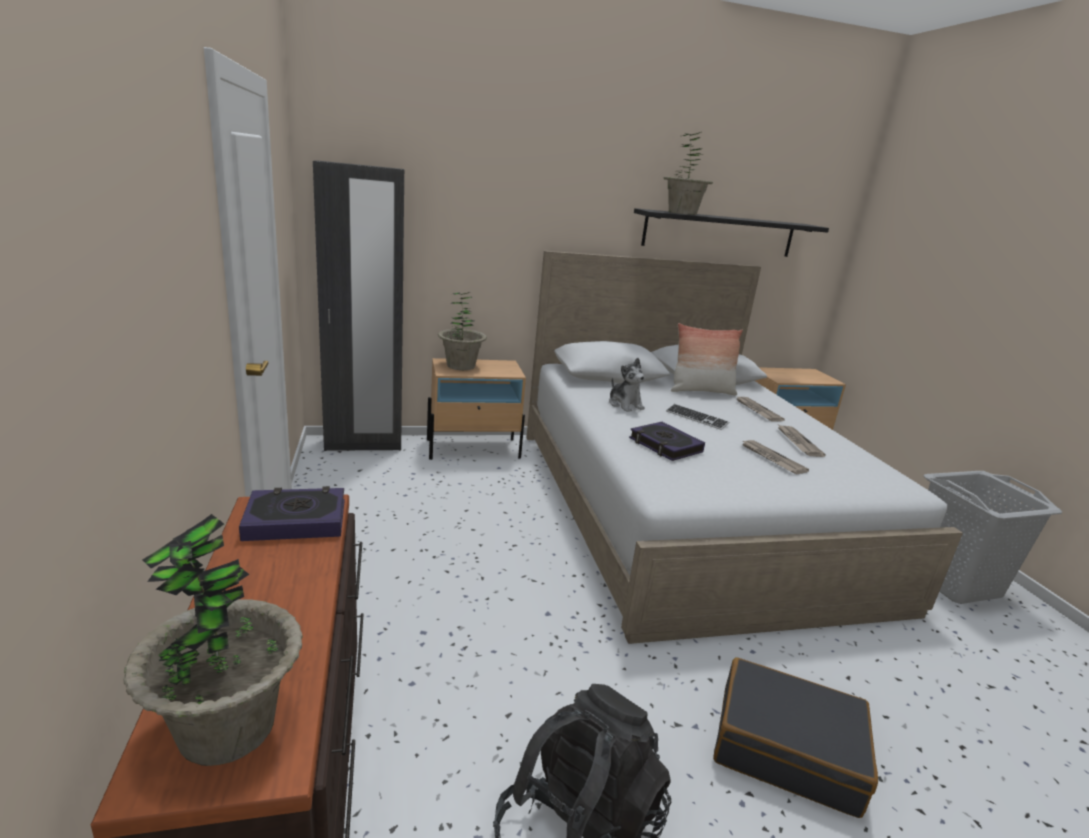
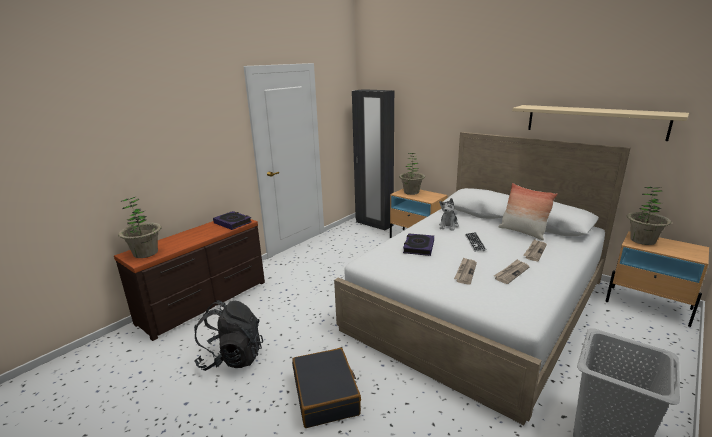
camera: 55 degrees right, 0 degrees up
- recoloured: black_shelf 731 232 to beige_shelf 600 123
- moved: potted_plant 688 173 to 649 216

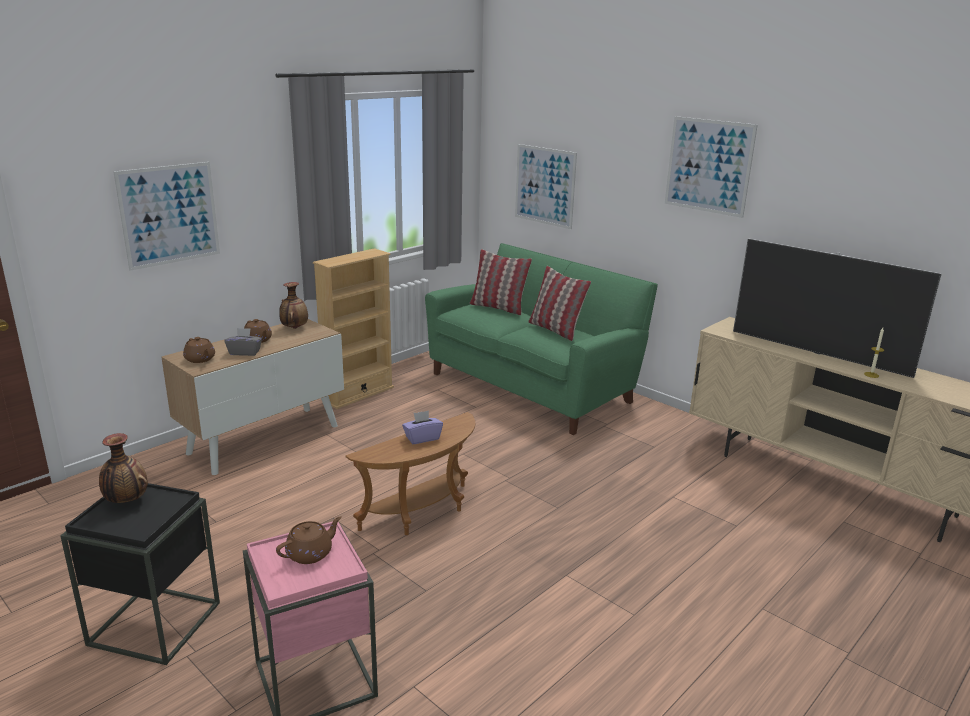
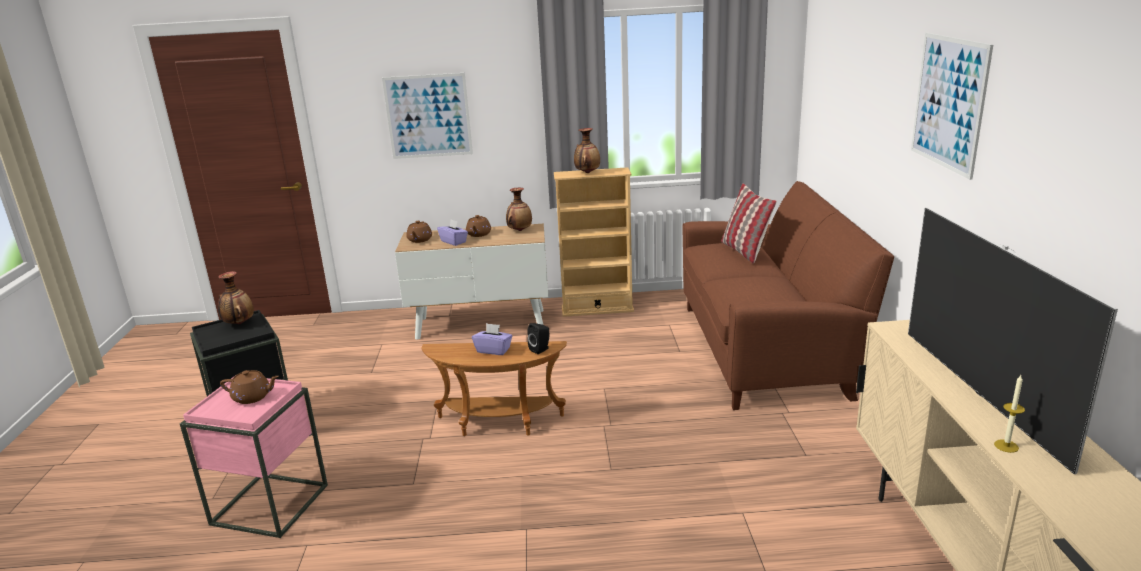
camera: 45 degrees right, 0 degrees up
- recoloured: grey_tissue_box 243 342 to purple_tissue_box 452 233
- recoloured: green_sofa 541 339 to brown_sofa 788 295
- removed: picture 546 186
- removed: pillow 559 303
- added: black_speaker 538 338
- added: vase 587 150

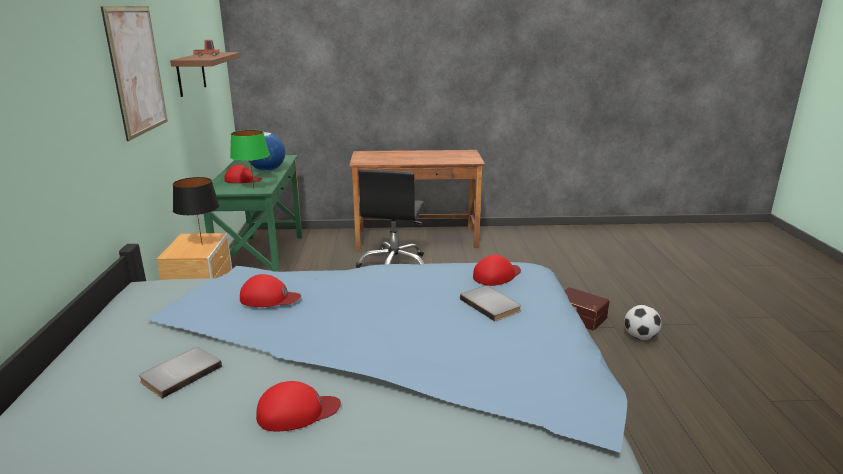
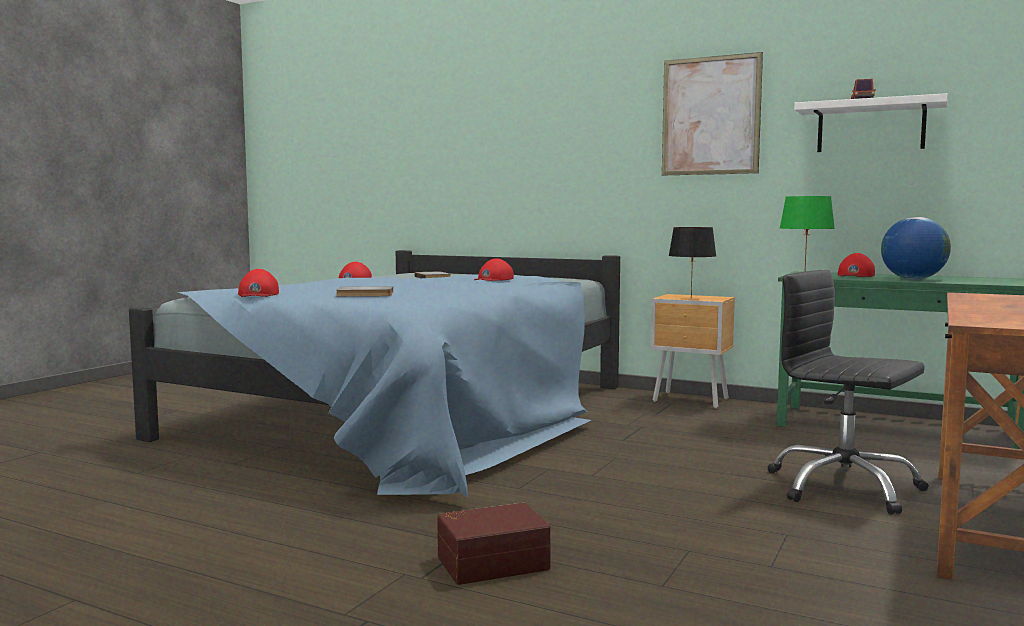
camera: 120 degrees right, 15 degrees down
- recoloured: brown_shelf 205 74 to white_shelf 871 122
- moved: red_cap 497 270 to 258 283
- removed: football 643 322

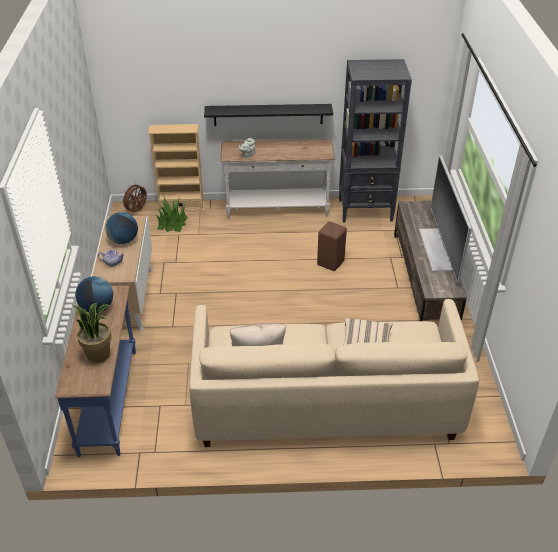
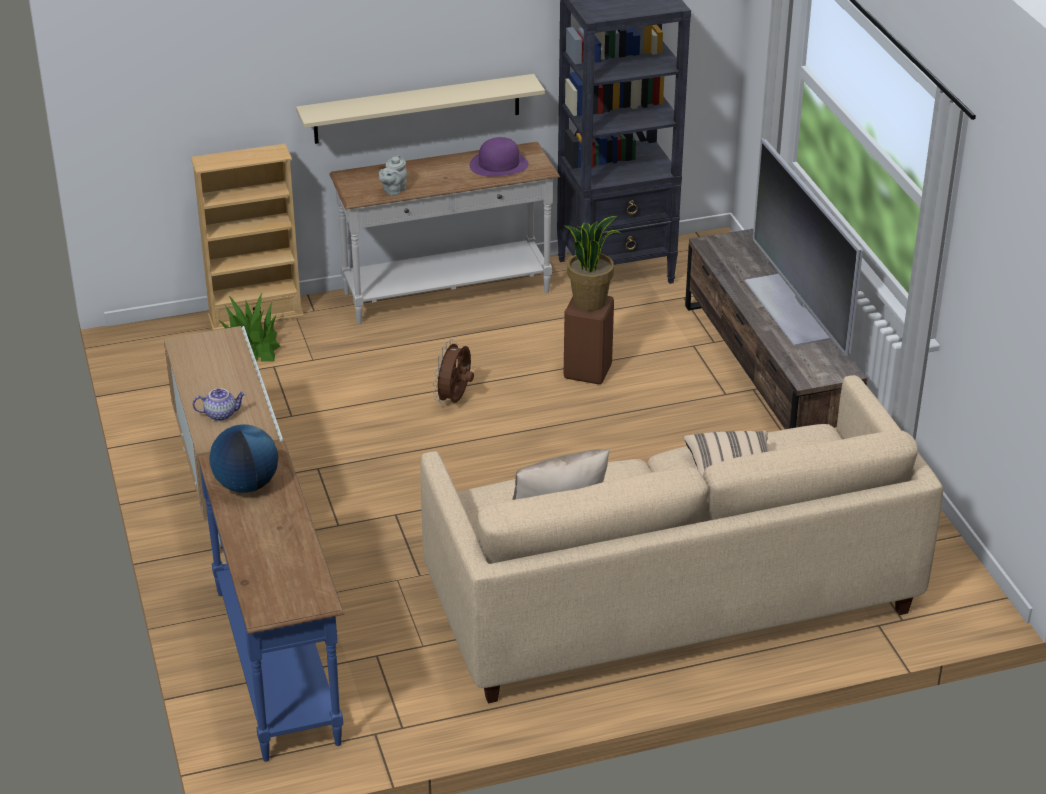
camera: 15 degrees left, 5 degrees down
- moved: potted_plant 92 333 to 592 263
- removed: globe 121 228
- moved: brown_fan 134 197 to 453 371
- recoloured: black_shelf 268 115 to beige_shelf 420 109
- added: purple_hat 498 156

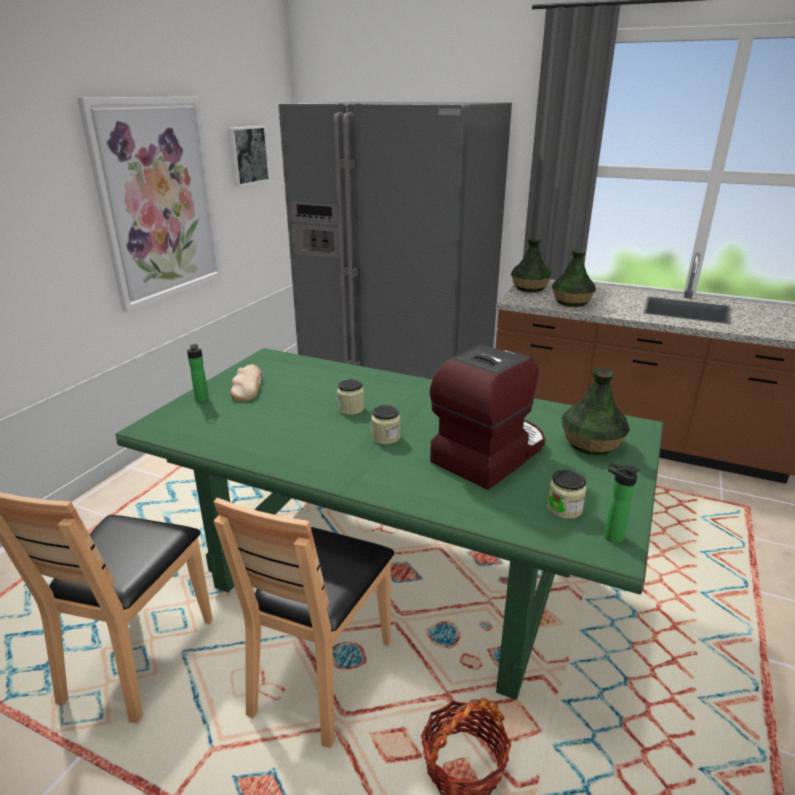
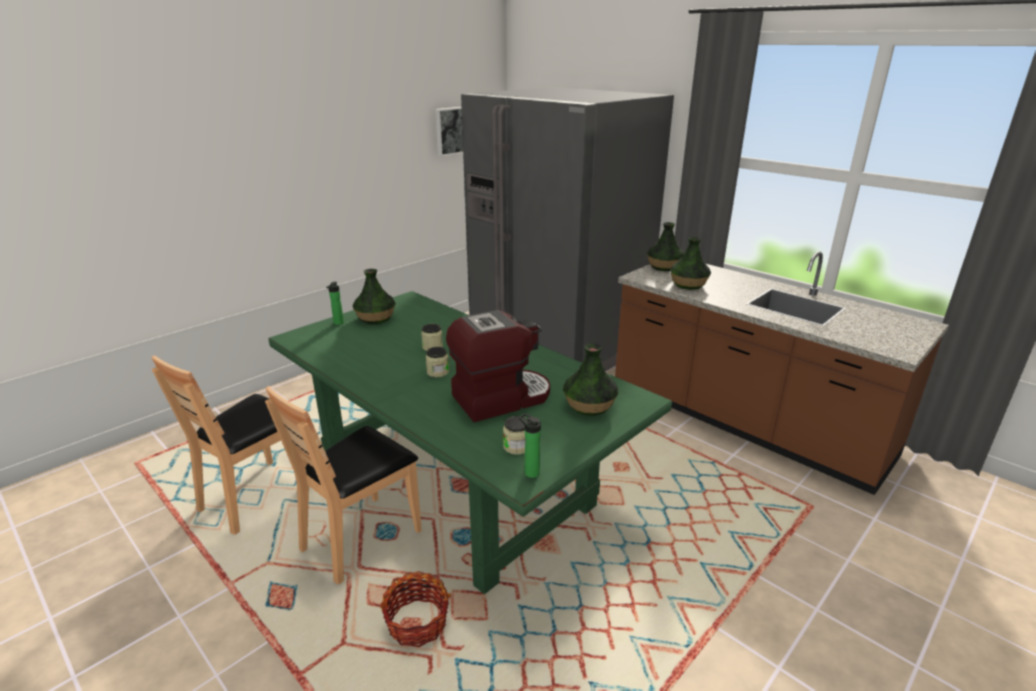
camera: 20 degrees right, 0 degrees up
- removed: picture 149 204
- replaced: bread 246 382 to vase 374 296

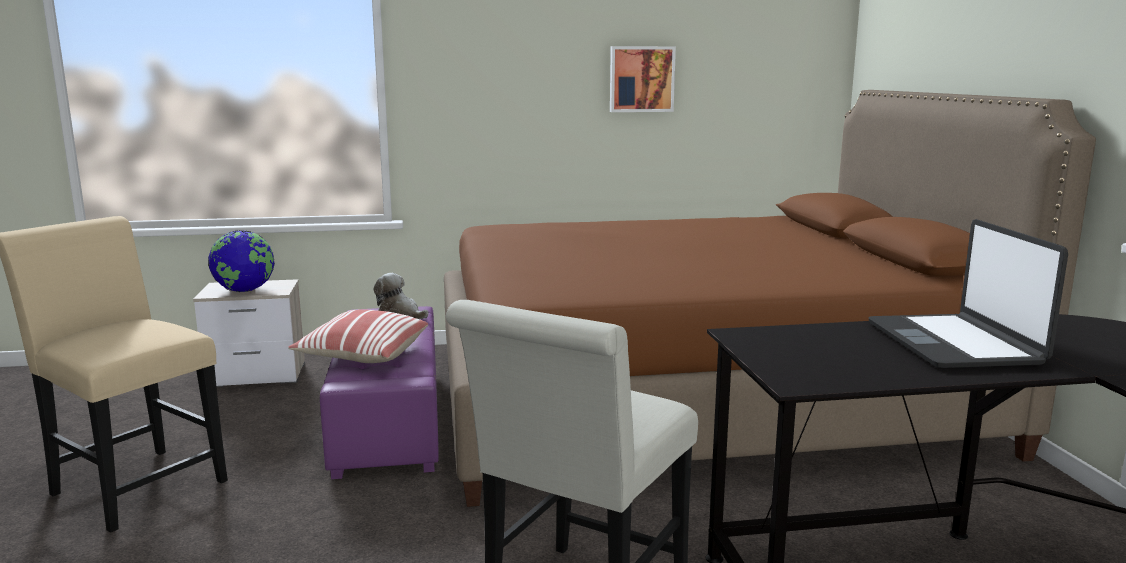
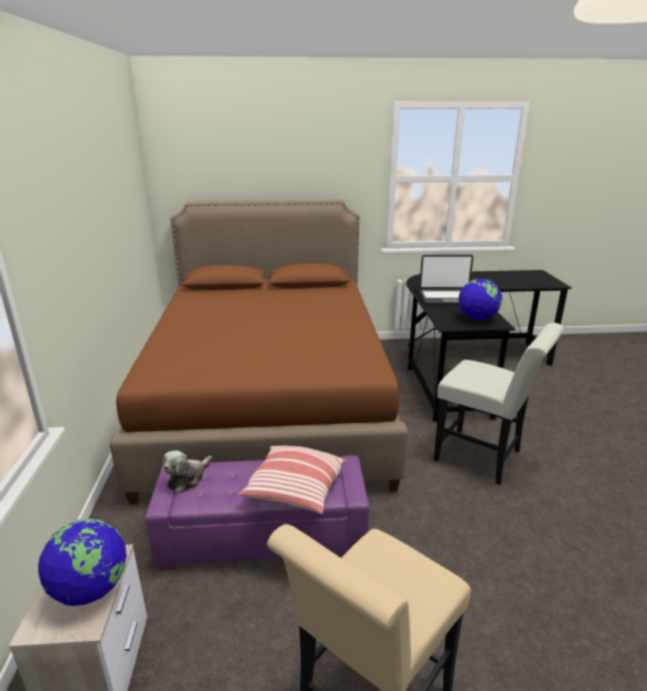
camera: 85 degrees left, 10 degrees up
- removed: picture 643 79
- added: globe 480 299

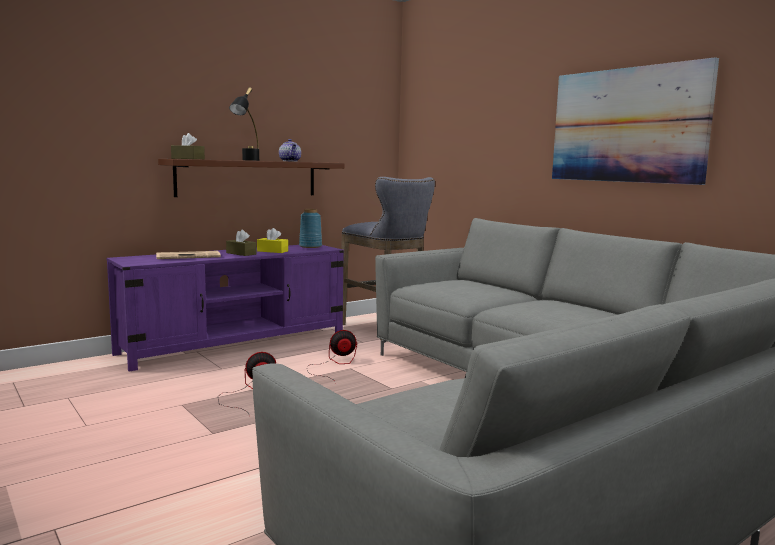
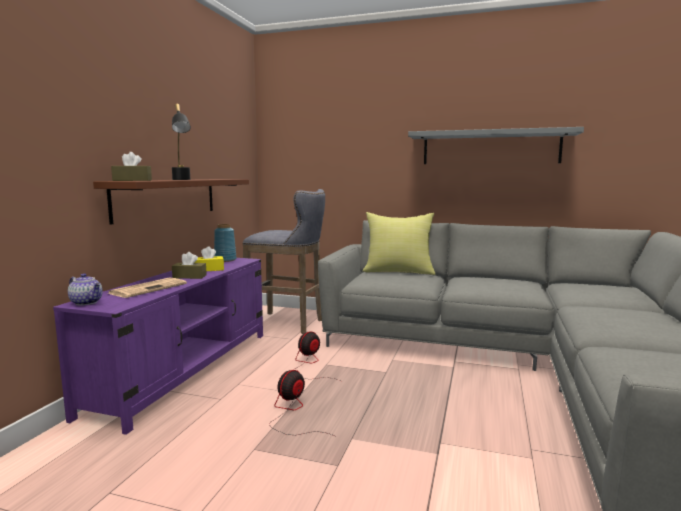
camera: 35 degrees left, 0 degrees up
- moved: teapot 290 150 to 85 289
- replaced: picture 635 121 to grey_shelf 496 145
- added: yellow_pillow 398 243

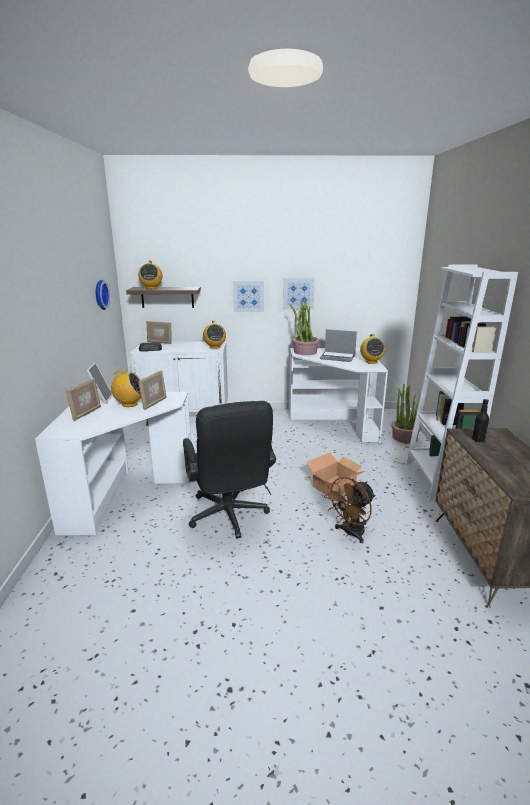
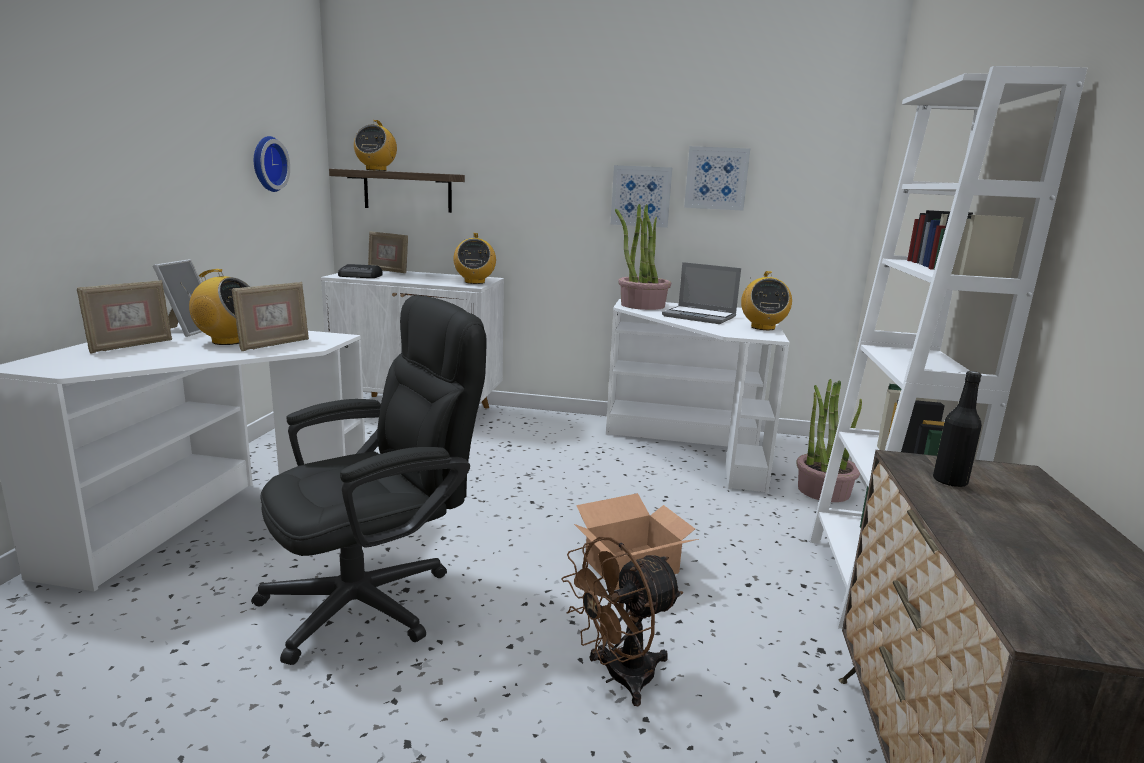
camera: 10 degrees right, 5 degrees down
- turned: black_office_chair 229 469 = 369 480 120 degrees counterclockwise
- moved: picture 248 296 to 717 178

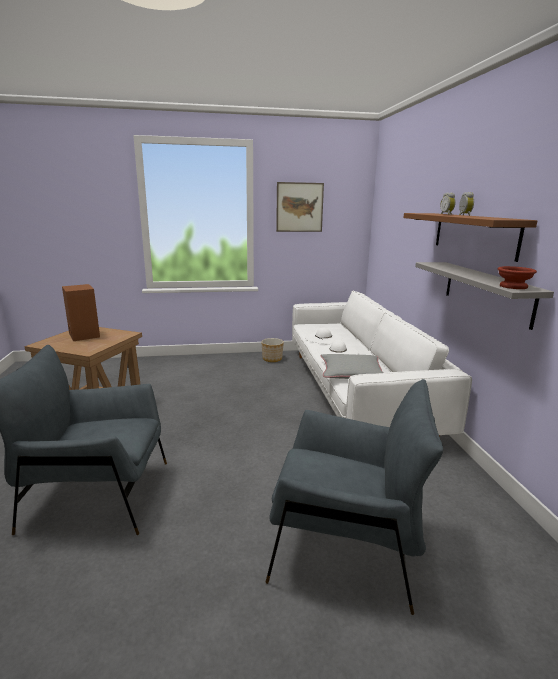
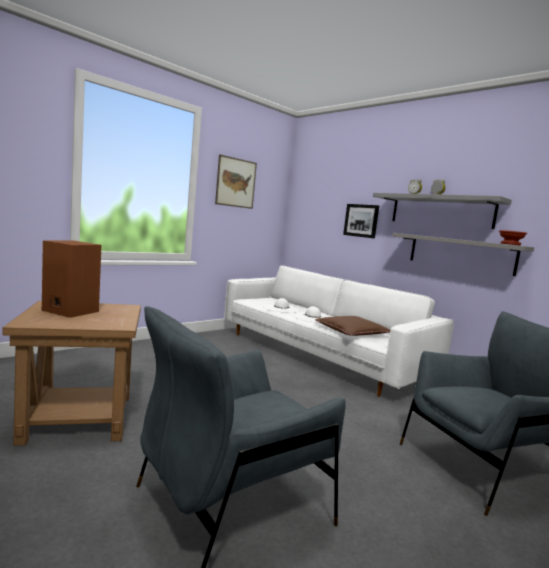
camera: 35 degrees left, 10 degrees down
- removed: planter 272 350
- recoloured: grey_pillow 352 366 to brown_pillow 352 326
- recoloured: brown_shelf 470 237 to grey_shelf 442 211
- added: picture 361 221

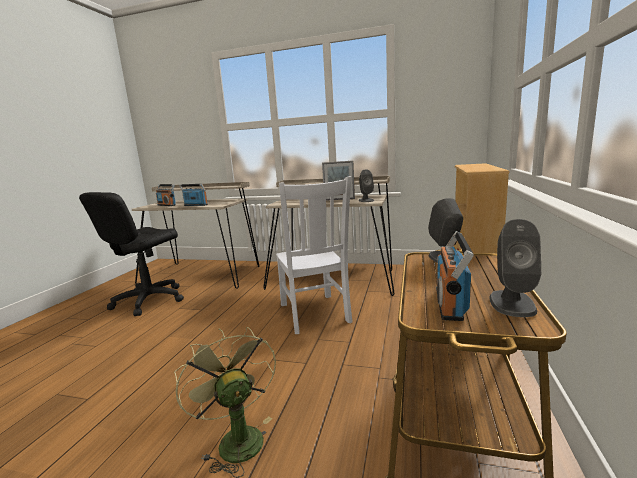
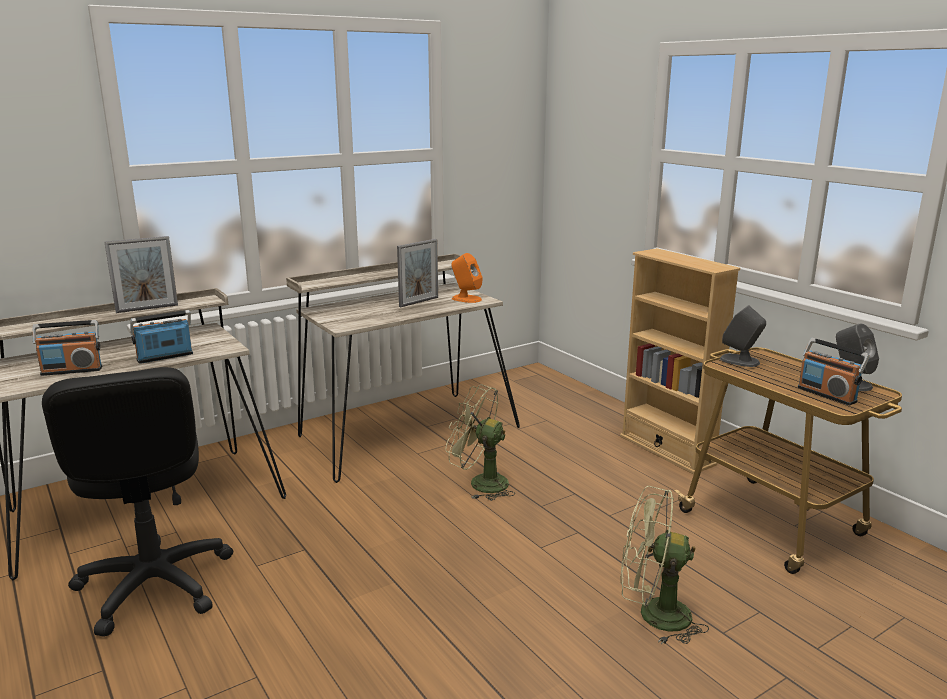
camera: 50 degrees left, 5 degrees up
- replaced: white_chair 314 255 to green_fan 480 442
- recoloured: grey_speaker 366 185 to orange_speaker 466 278
- added: picture_frame 141 274

